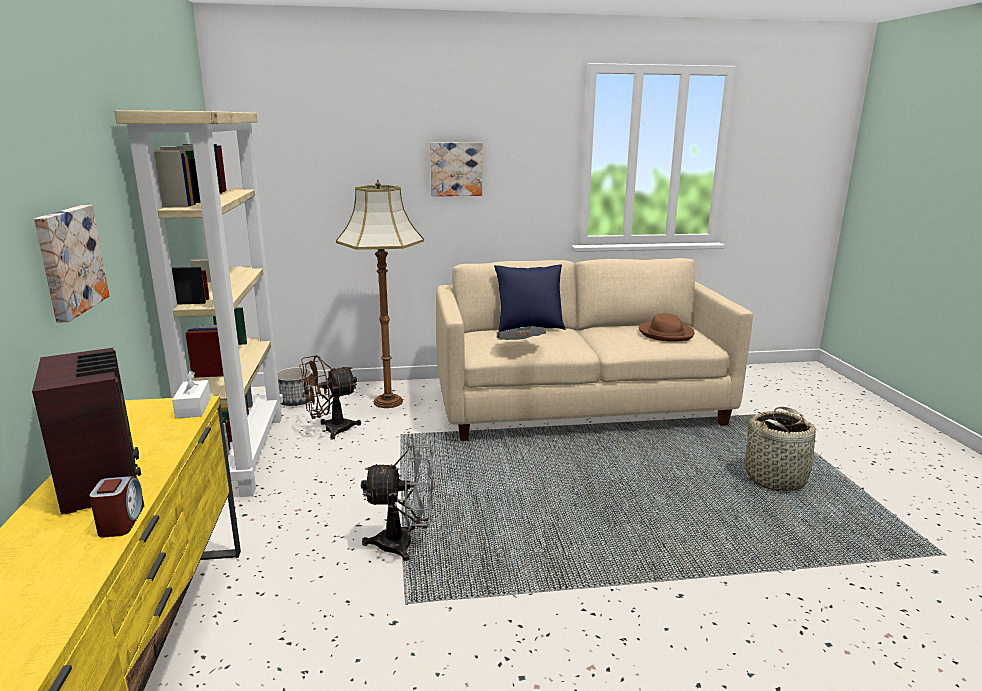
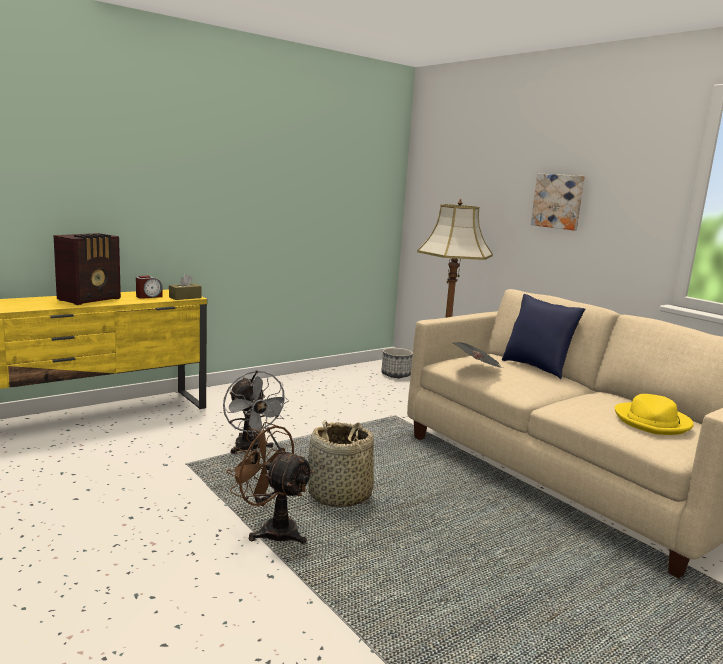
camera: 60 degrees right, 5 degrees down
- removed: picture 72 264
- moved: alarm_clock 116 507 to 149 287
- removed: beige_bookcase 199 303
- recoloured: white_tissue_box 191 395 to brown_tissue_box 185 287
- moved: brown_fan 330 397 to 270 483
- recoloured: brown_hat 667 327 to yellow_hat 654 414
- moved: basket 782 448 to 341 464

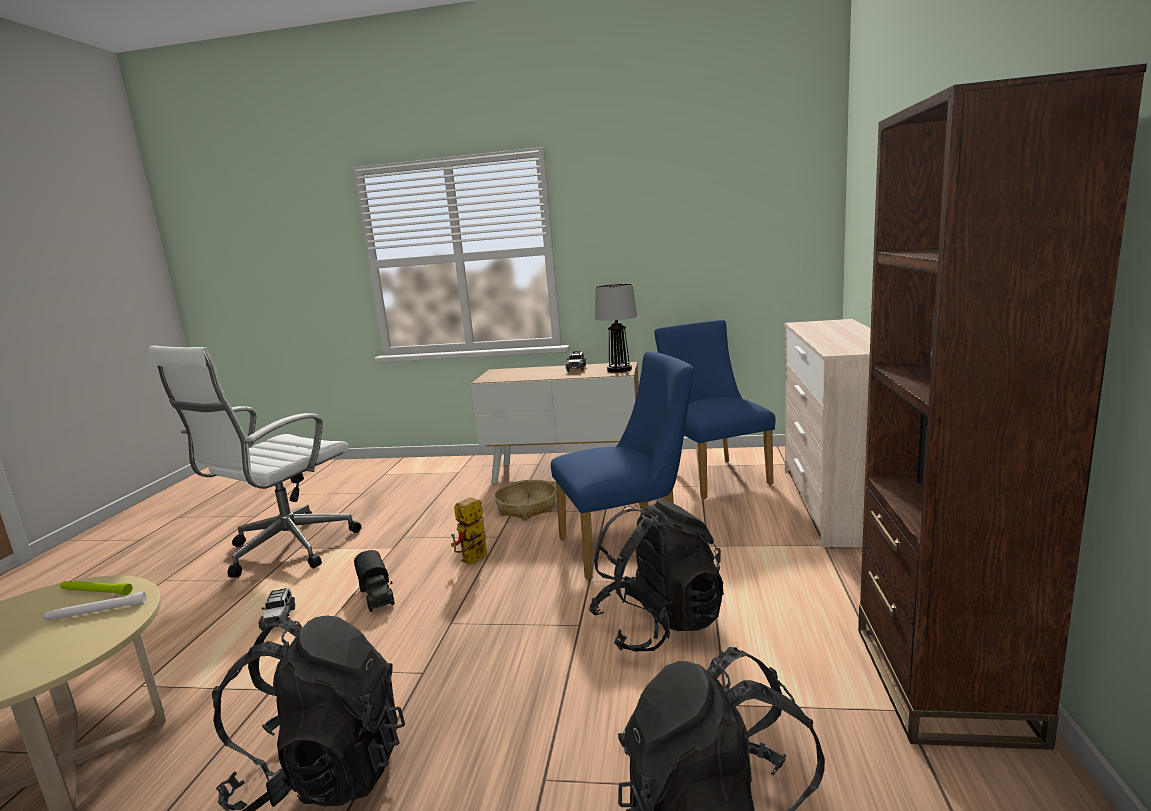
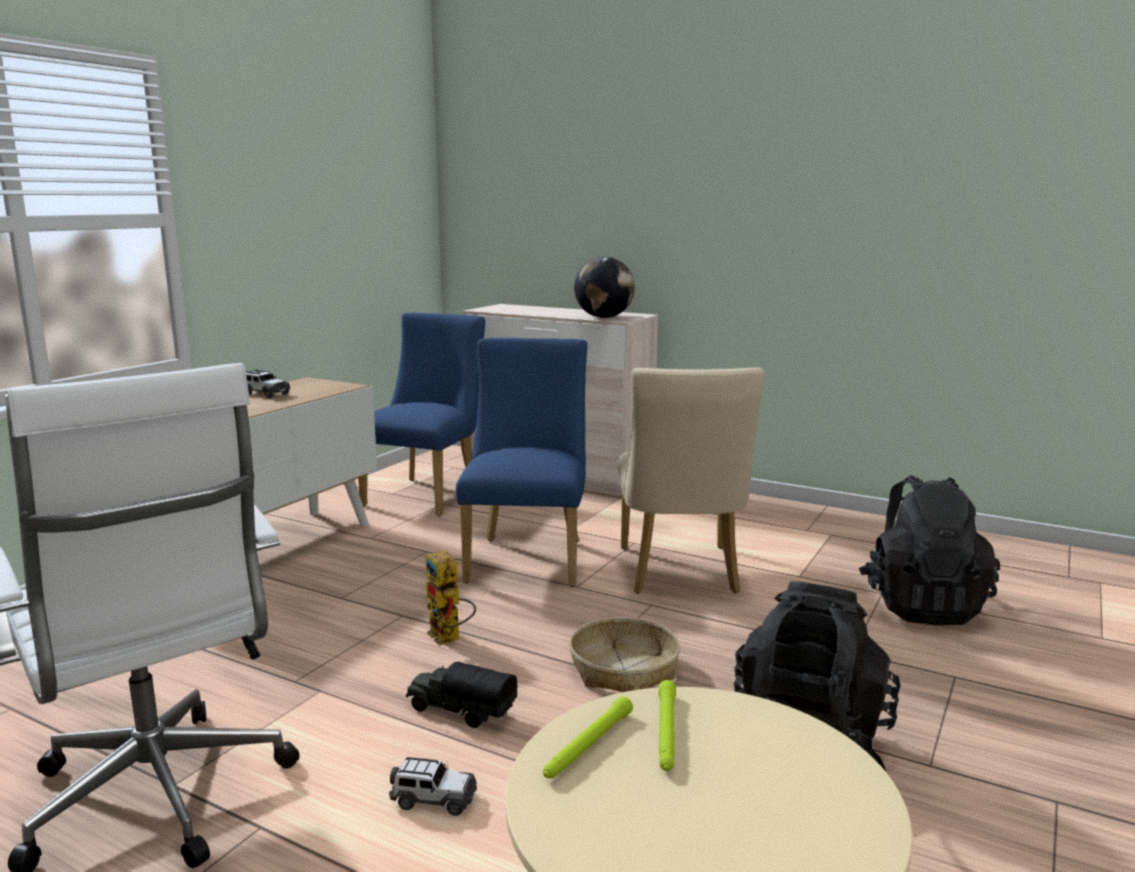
camera: 70 degrees left, 0 degrees up
- recoloured: white_flashlight 94 606 to green_flashlight 667 725
- turned: toy_truck 374 581 = 462 695 150 degrees counterclockwise
- moved: basket 525 500 to 624 654
- replaced: black_backpack 656 575 to beige_chair 691 480
- removed: table_lamp 616 328
- turned: blue_chair 715 409 = 421 414 105 degrees clockwise
- removed: brown_bookcase 1002 407
- added: globe 604 287

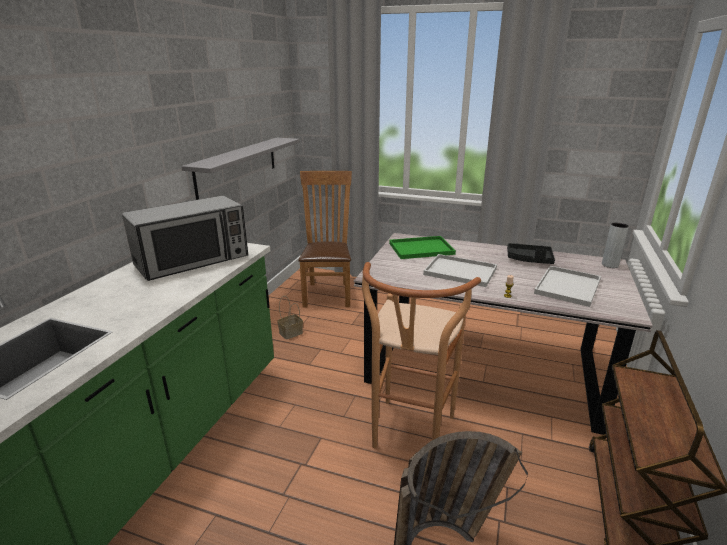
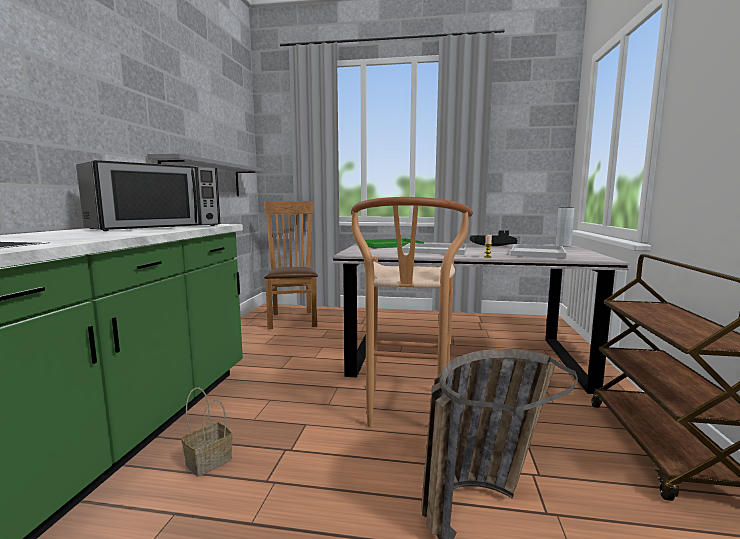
camera: 10 degrees left, 15 degrees down
- moved: basket 290 318 to 207 432

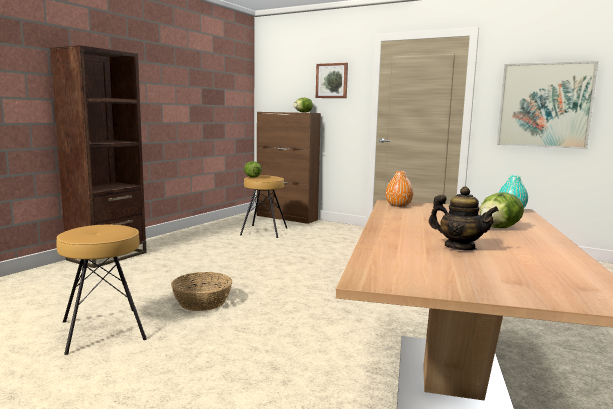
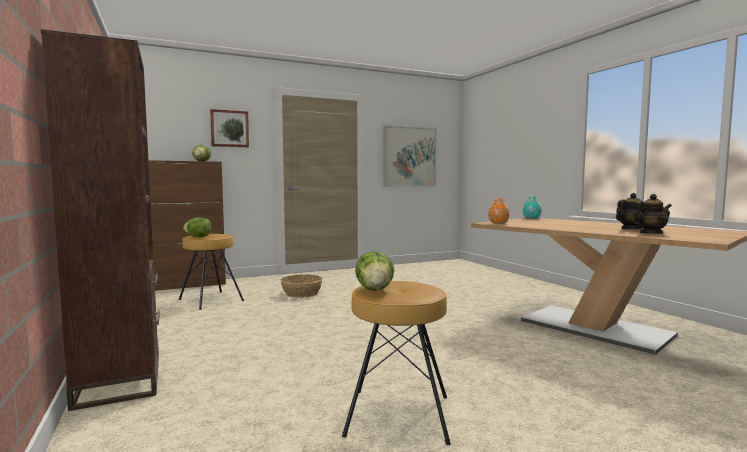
camera: 55 degrees left, 5 degrees down
- moved: basket 201 291 to 301 286
- moved: lettuce 502 210 to 374 271
- added: teapot 652 214

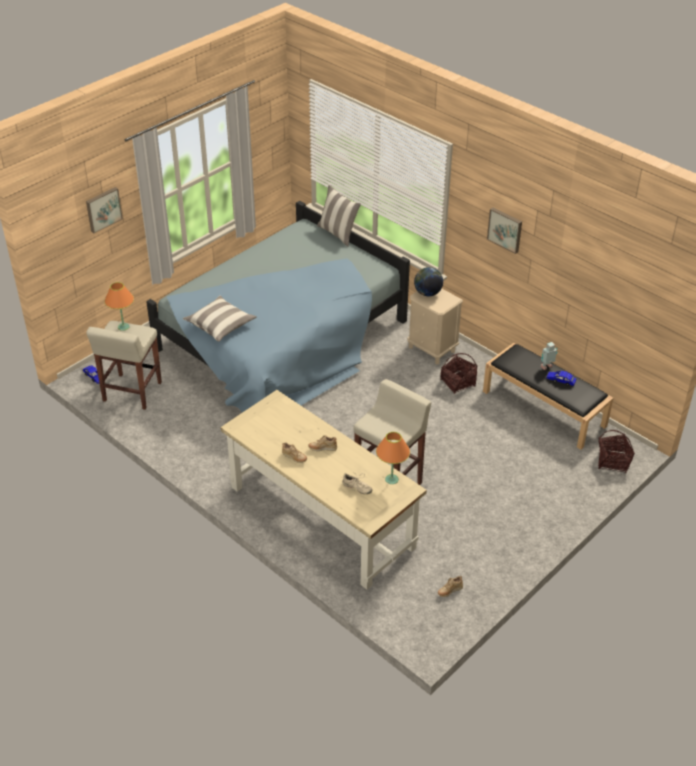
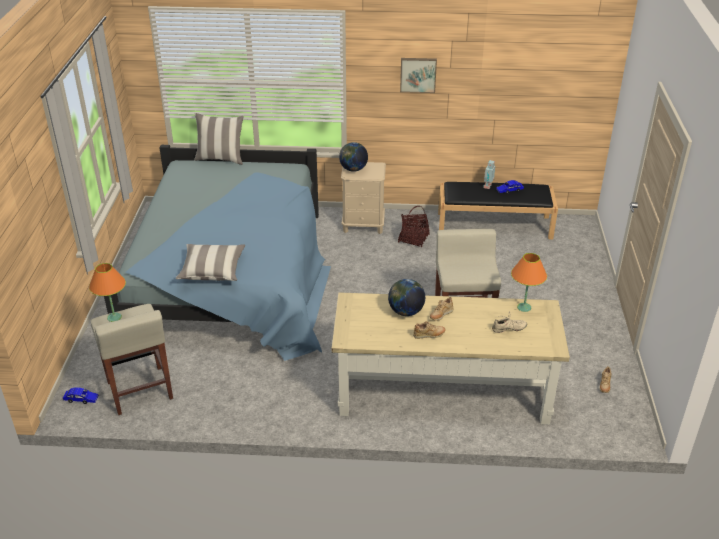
camera: 40 degrees left, 5 degrees down
- removed: picture 104 210
- removed: basket 616 451
- added: globe 406 297

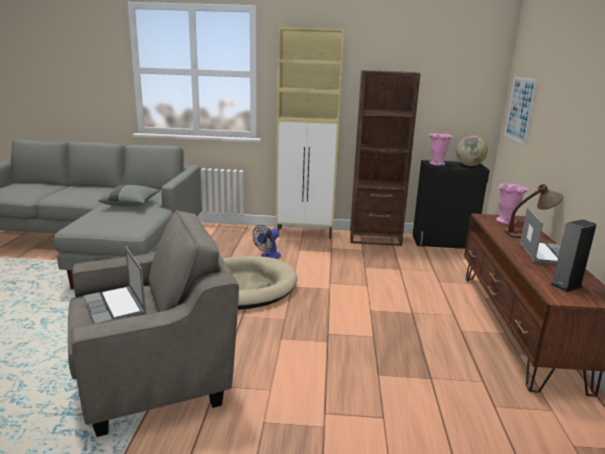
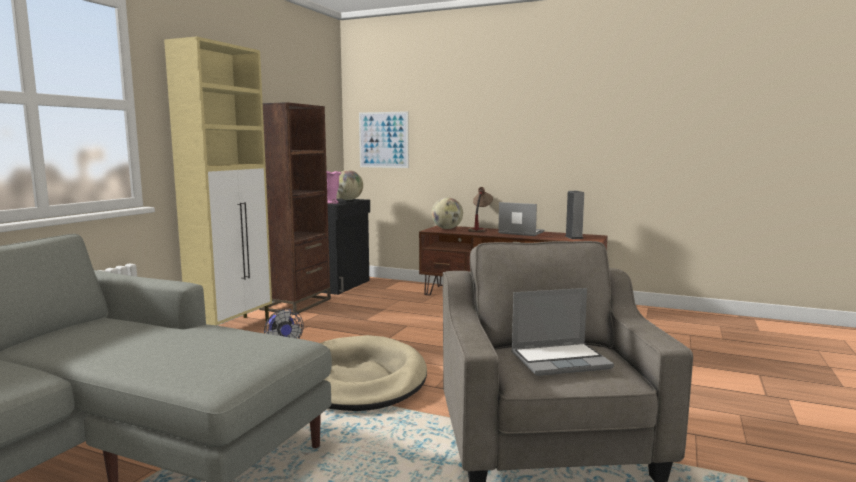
camera: 70 degrees left, 10 degrees down
- removed: grey_pillow 129 196
- replaced: pink_vase 512 203 to globe 447 213

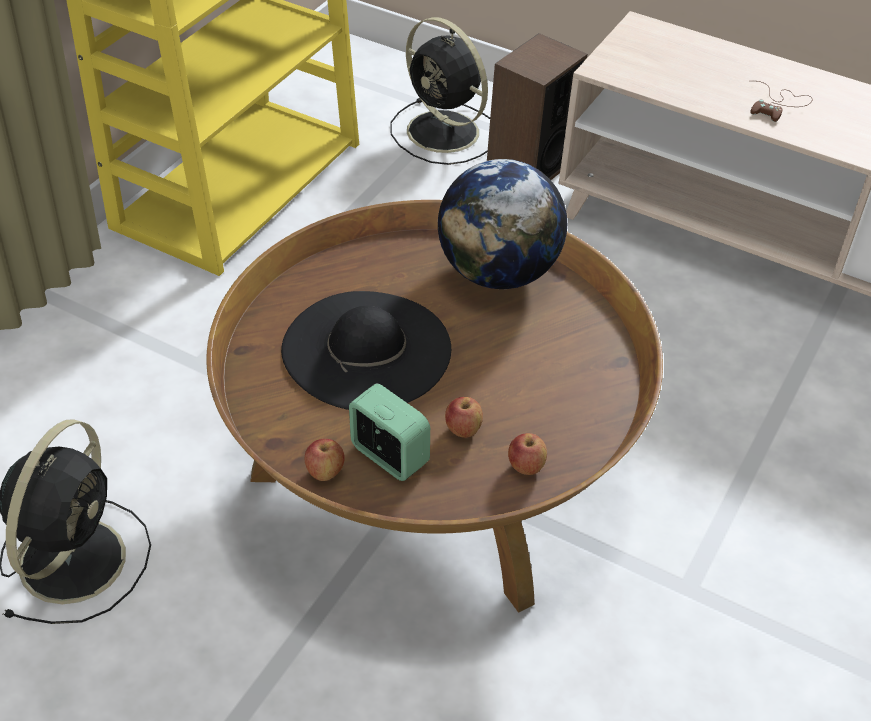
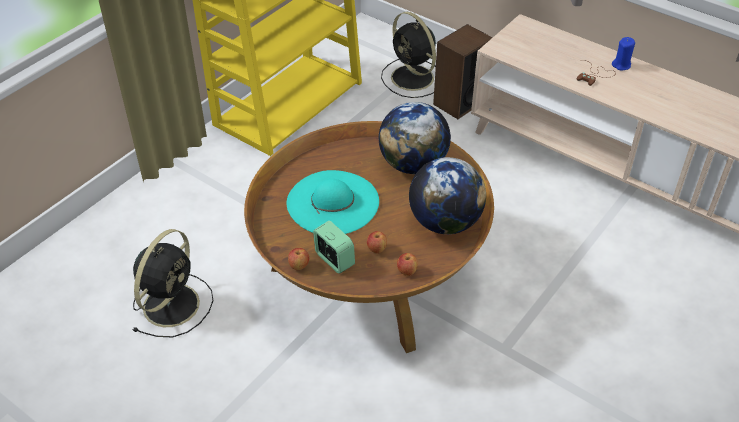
camera: 10 degrees right, 0 degrees up
- recoloured: black_hat 366 350 to turquoise_hat 332 202
- added: globe 447 195
- added: blue_candle 623 53

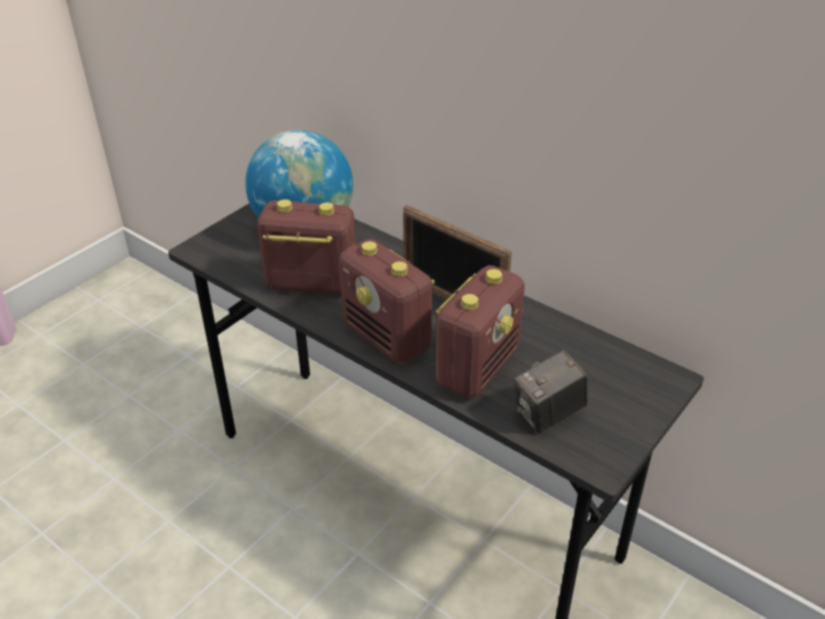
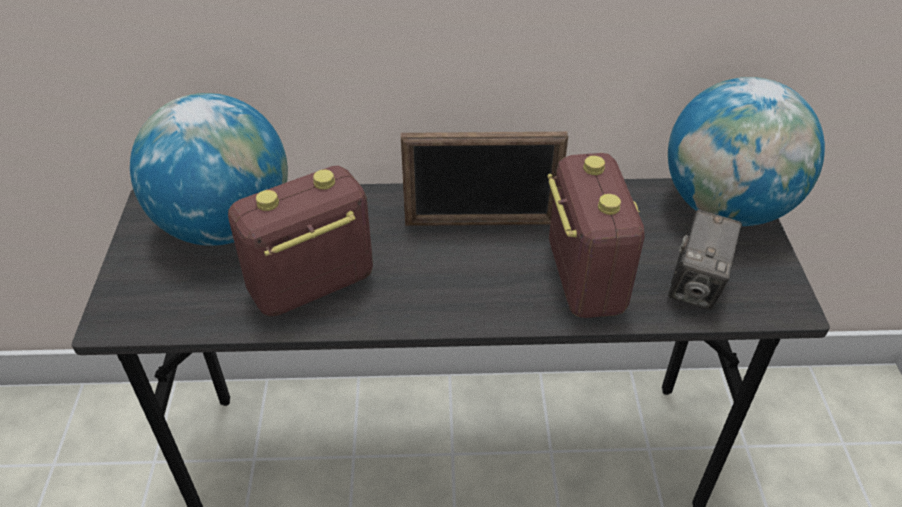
camera: 40 degrees left, 5 degrees up
- removed: radio 387 301
- added: globe 746 151

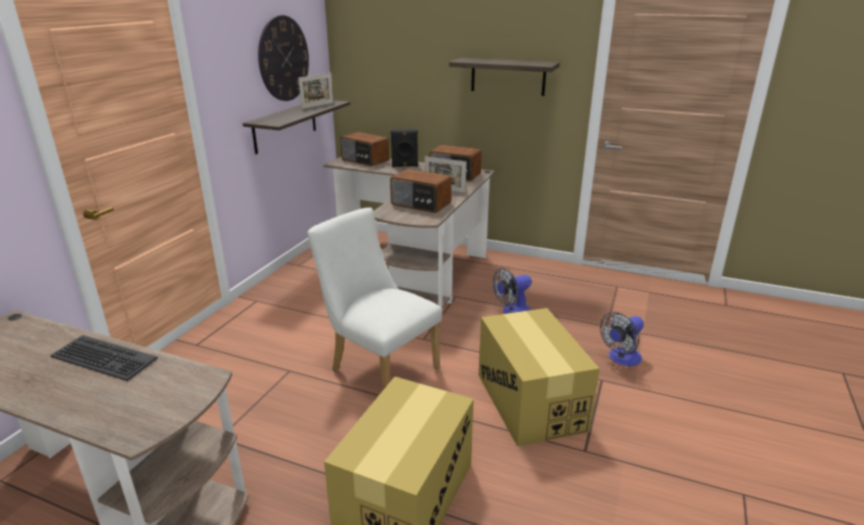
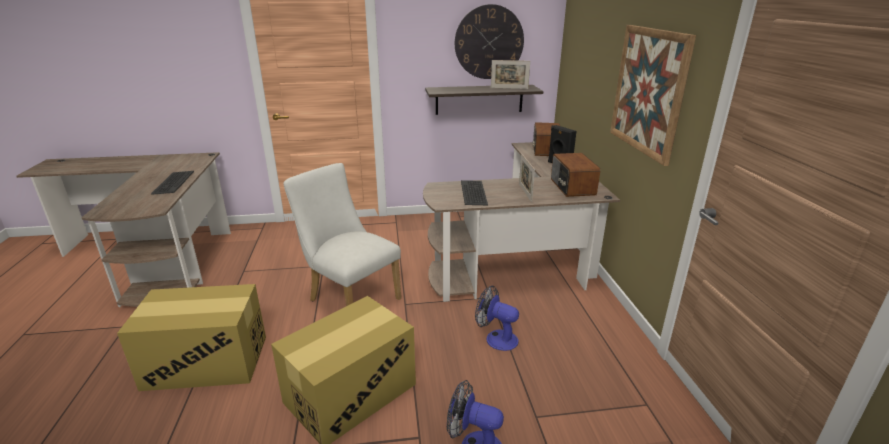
camera: 60 degrees right, 0 degrees up
- turned: white_chair 374 299 = 342 234 60 degrees counterclockwise
- replaced: radio 421 191 to keyboard 474 192
- replaced: shelf 504 77 to picture 653 95

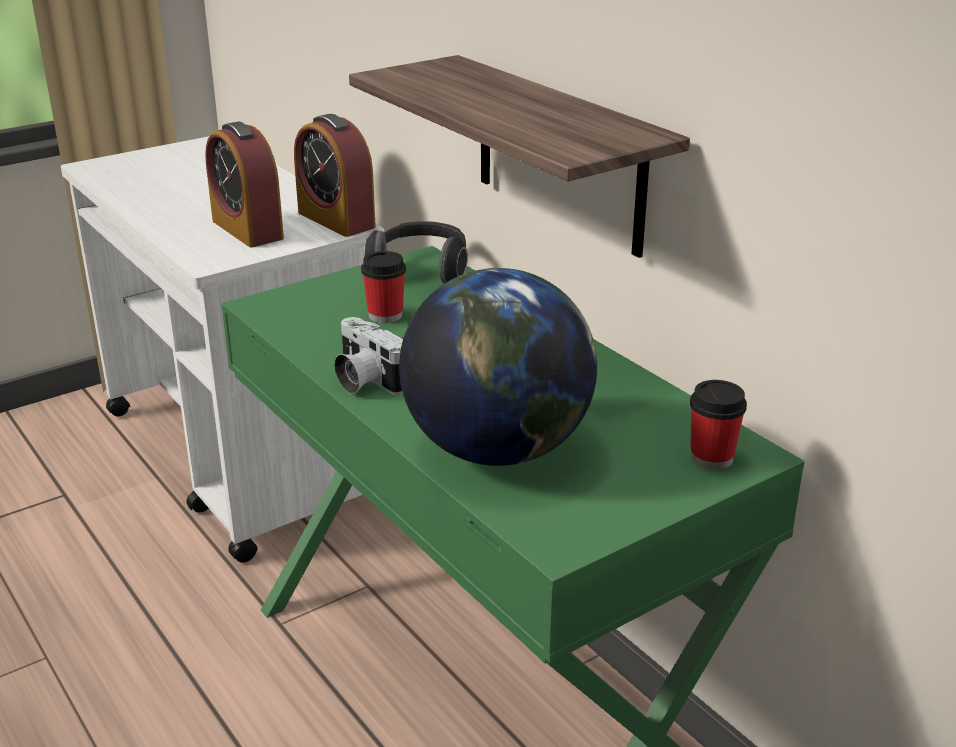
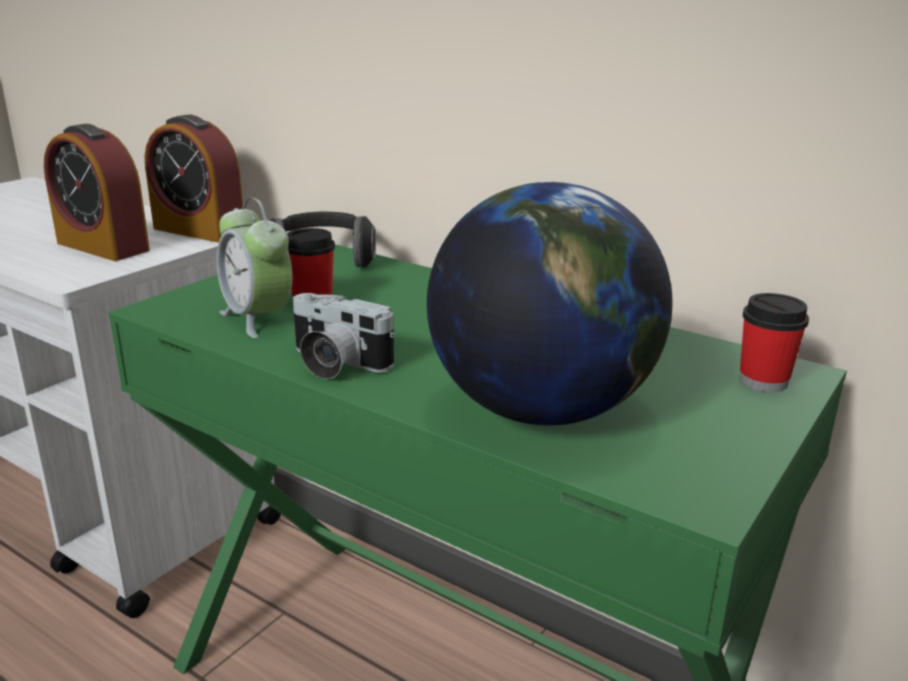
camera: 20 degrees left, 5 degrees down
- removed: shelf 519 156
- added: alarm_clock 254 267

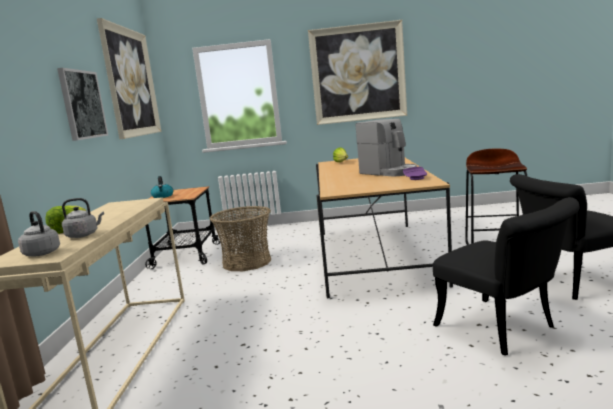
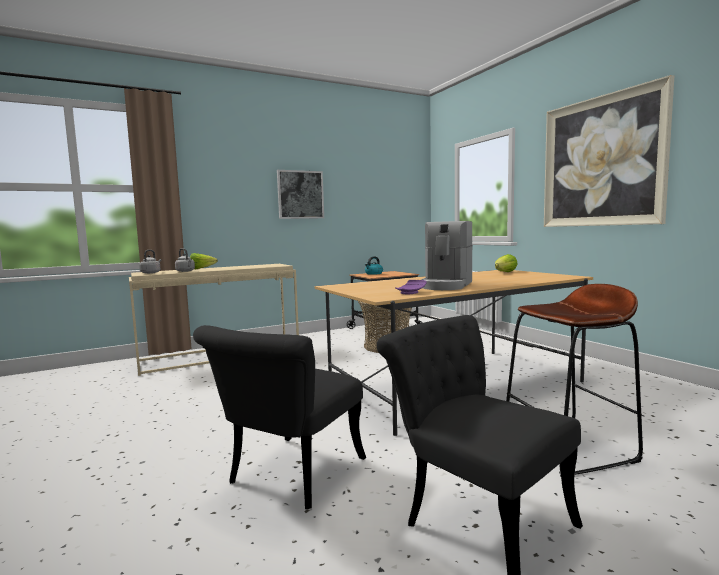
camera: 60 degrees right, 5 degrees down
- removed: picture 129 78

